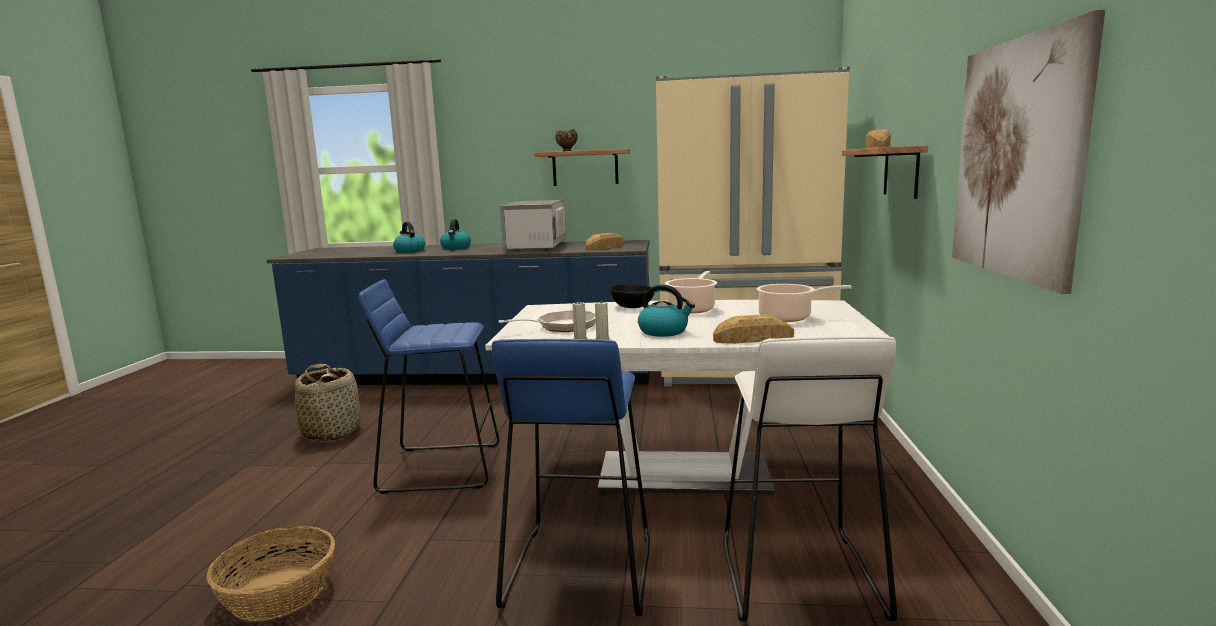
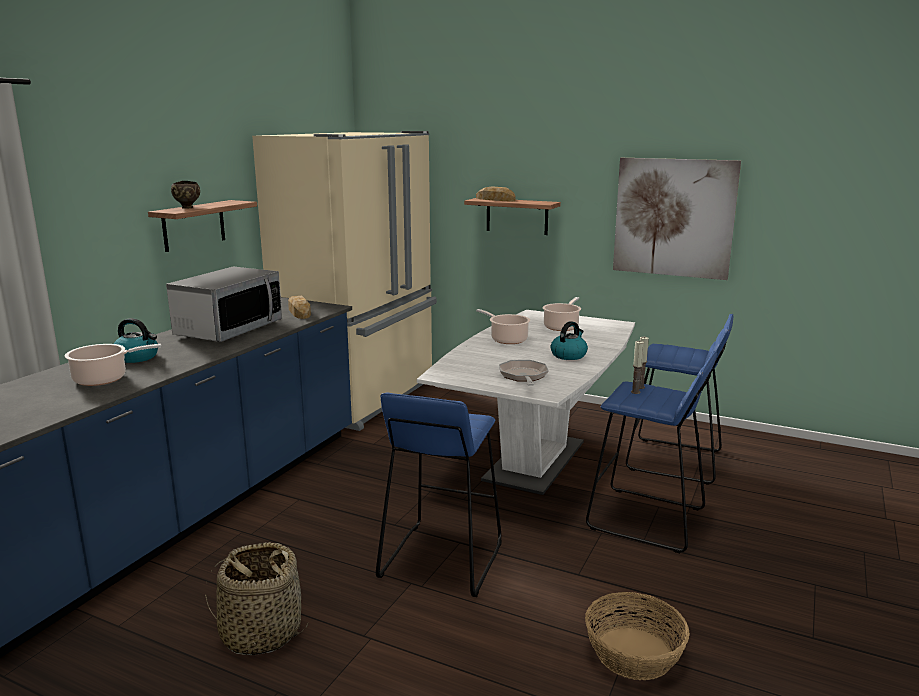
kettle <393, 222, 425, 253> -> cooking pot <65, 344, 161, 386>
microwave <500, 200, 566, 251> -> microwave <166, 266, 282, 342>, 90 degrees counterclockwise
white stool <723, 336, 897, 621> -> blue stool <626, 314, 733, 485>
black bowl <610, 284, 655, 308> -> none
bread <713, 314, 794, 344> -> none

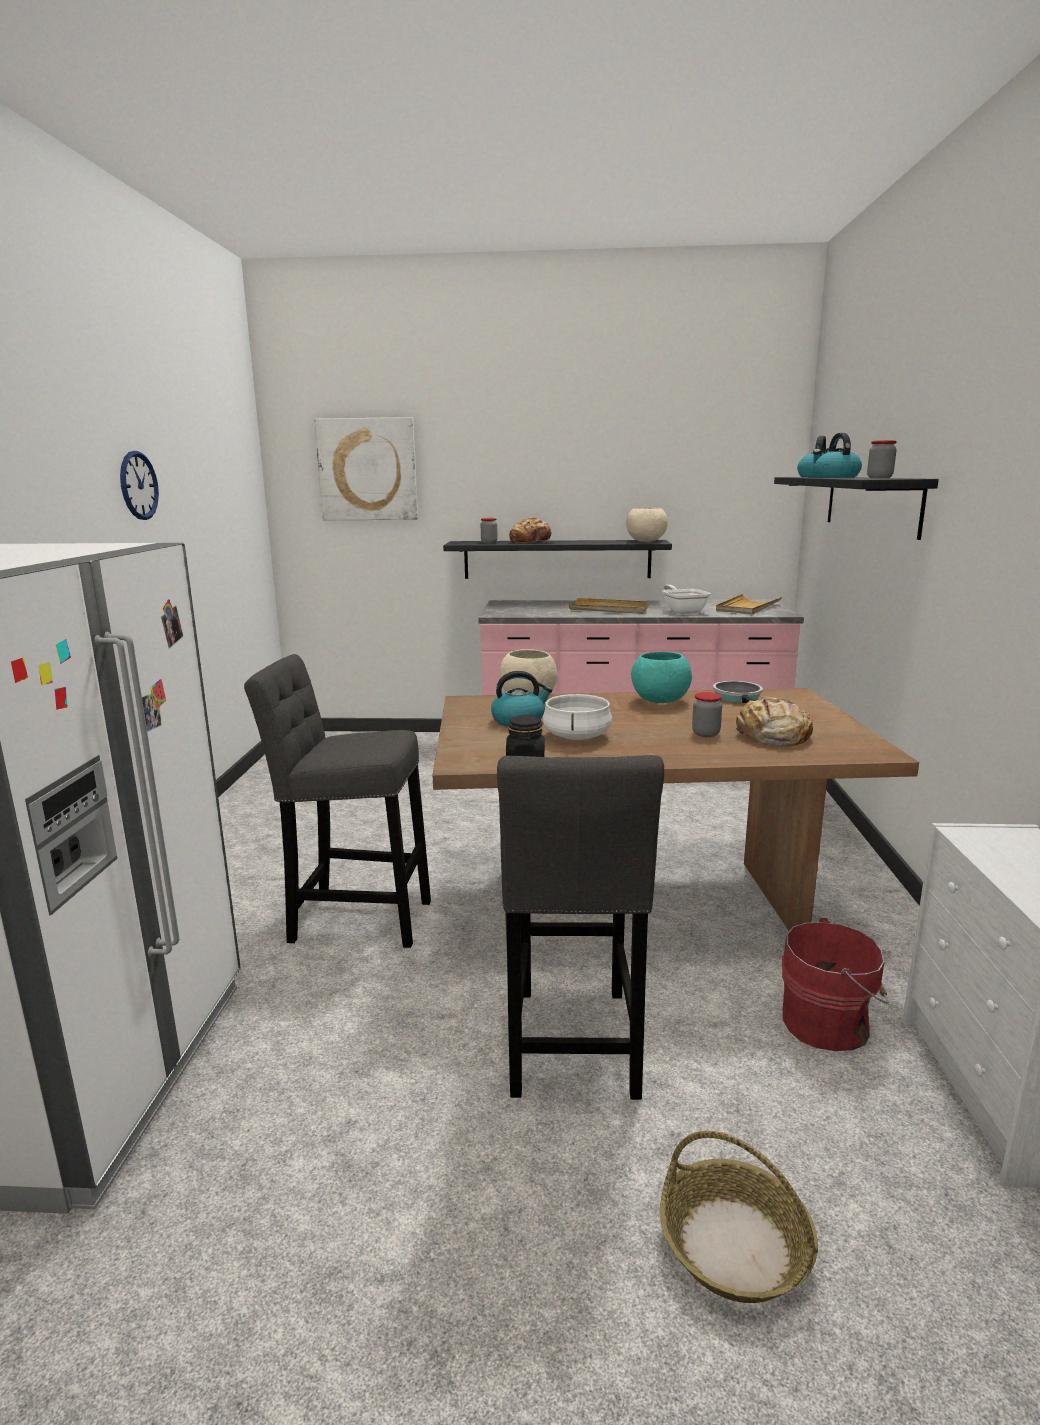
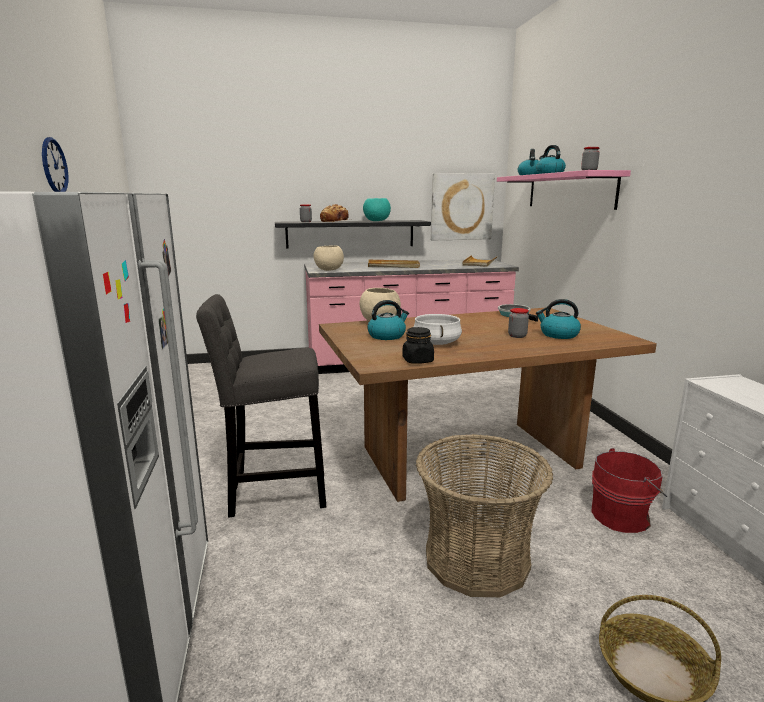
beige bowl <626, 508, 668, 542> -> beige bowl <314, 246, 344, 271>, shifted
turquoise bowl <631, 652, 692, 703> -> turquoise bowl <363, 198, 391, 221>, shifted
grey stool <497, 755, 664, 1100> -> basket <416, 434, 553, 597>
picture <314, 417, 418, 520> -> picture <431, 173, 495, 240>, shifted
black shelf <774, 477, 939, 540> -> pink shelf <497, 170, 631, 210>
bread <736, 696, 813, 747> -> kettle <536, 299, 581, 339>
frying pan <662, 585, 711, 614> -> none

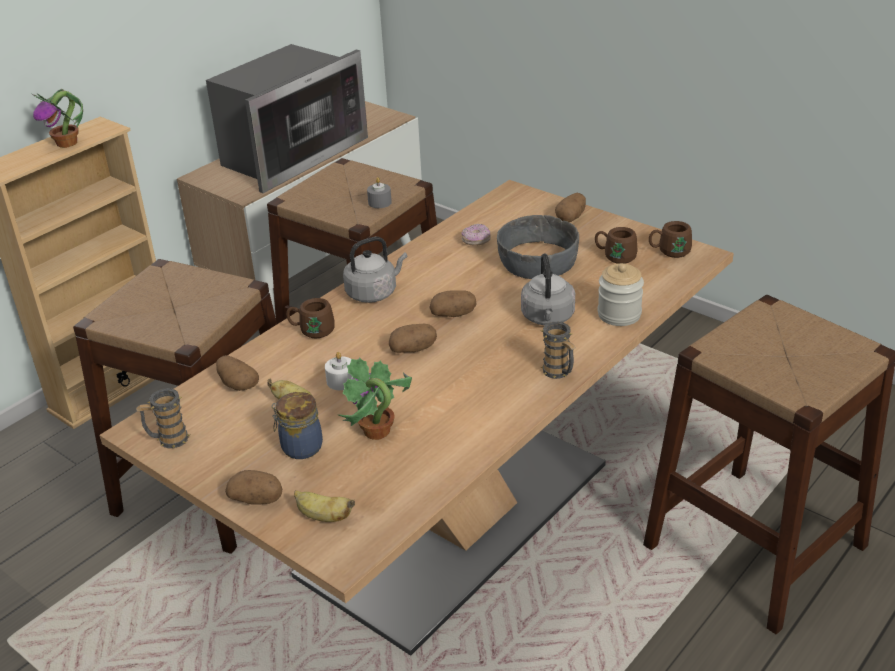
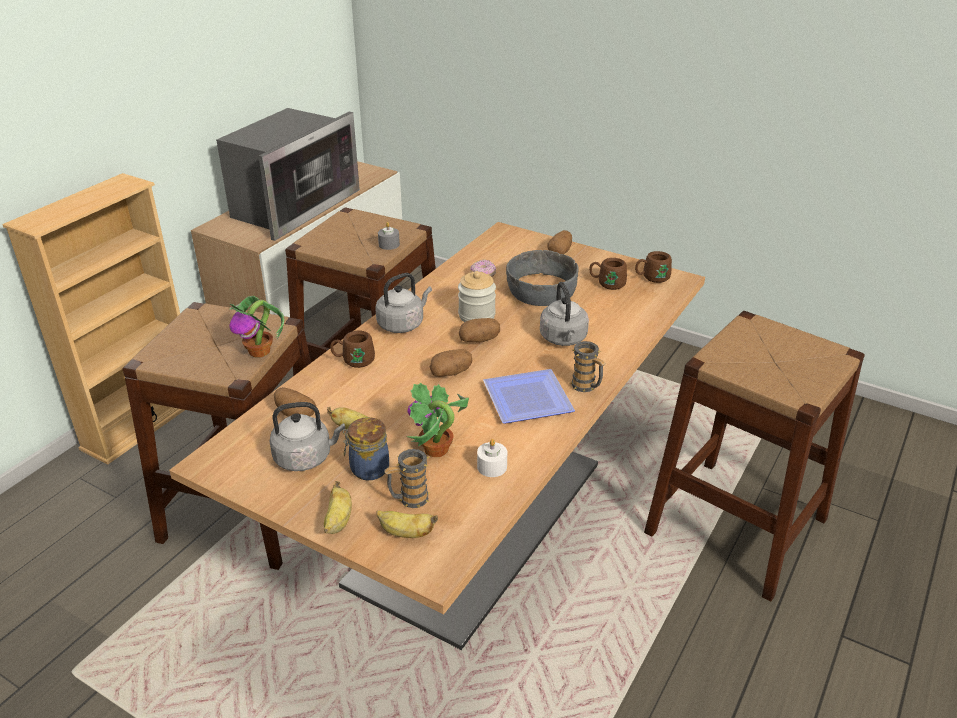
potted plant <32, 89, 83, 148> -> potted plant <229, 296, 284, 357>, shifted
none -> grey kettle <269, 402, 345, 471>
potato <225, 470, 282, 505> -> banana <324, 481, 352, 534>
mug <136, 388, 190, 448> -> mug <384, 449, 430, 508>, shifted
jar <598, 263, 644, 326> -> jar <458, 271, 496, 322>, shifted
white candle <325, 352, 353, 390> -> white candle <477, 439, 507, 477>, shifted
none -> plate <483, 369, 575, 424>

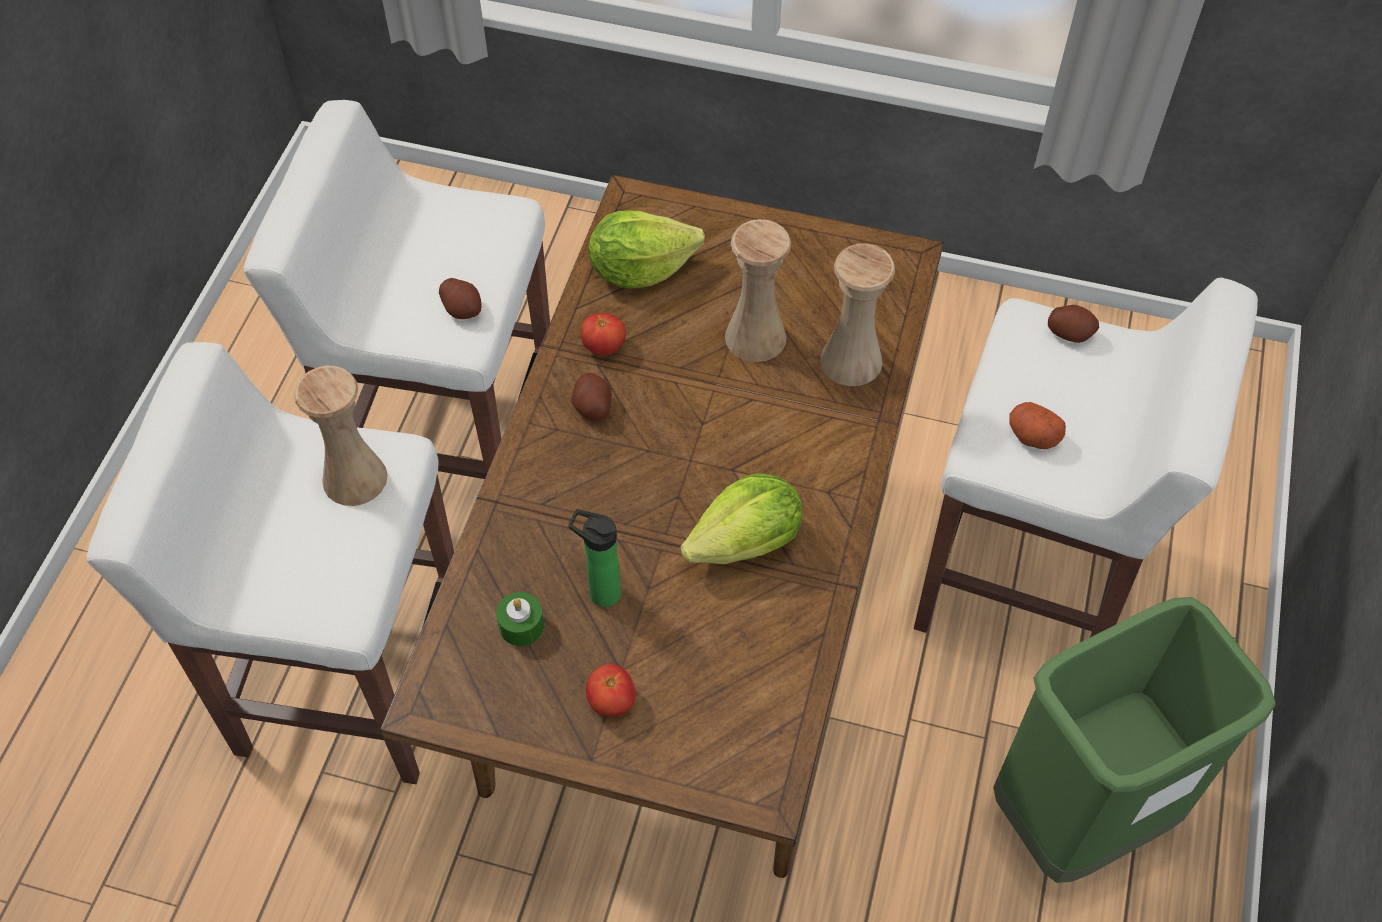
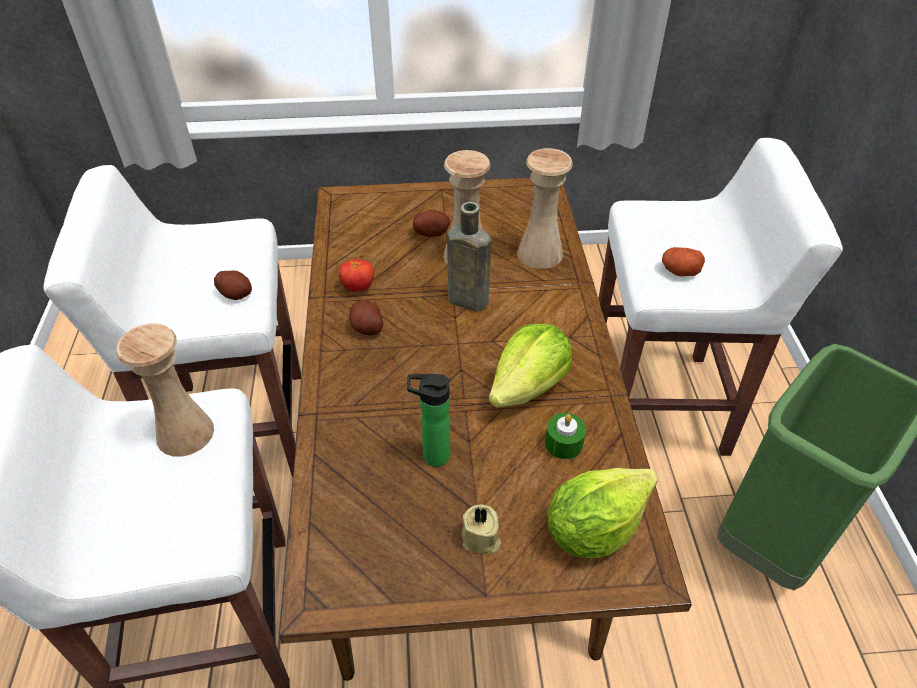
potato <1048, 305, 1099, 343> -> potato <413, 210, 450, 237>, shifted
none -> brown bottle <447, 202, 491, 312>
tomato <586, 664, 636, 716> -> beige candle <461, 505, 501, 554>
green candle <496, 592, 544, 646> -> green candle <545, 413, 586, 459>, shifted
lettuce <588, 211, 705, 288> -> lettuce <548, 468, 658, 559>, shifted

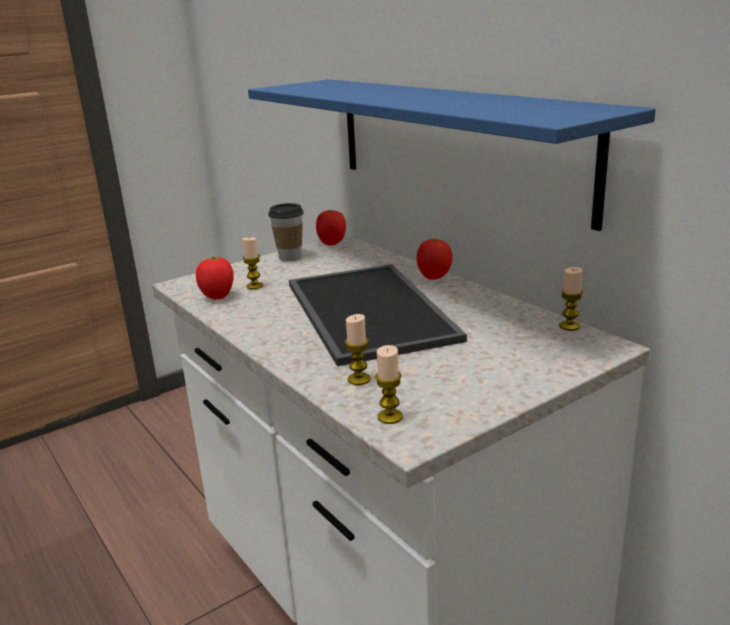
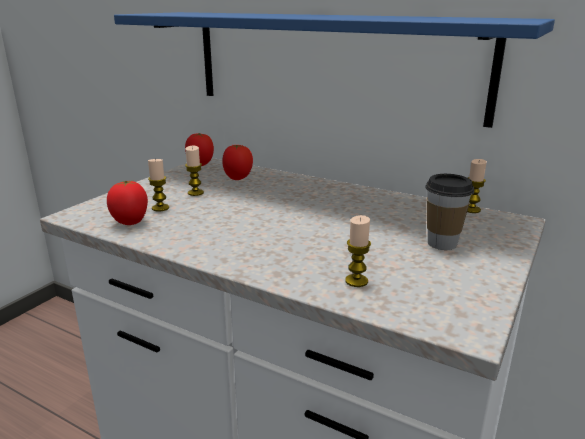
candle <375, 345, 403, 424> -> candle <185, 146, 204, 196>, shifted
tomato <416, 239, 453, 280> -> tomato <222, 145, 253, 180>, shifted
cup <268, 203, 304, 261> -> cup <425, 174, 474, 250>, shifted
tray <289, 264, 467, 366> -> none

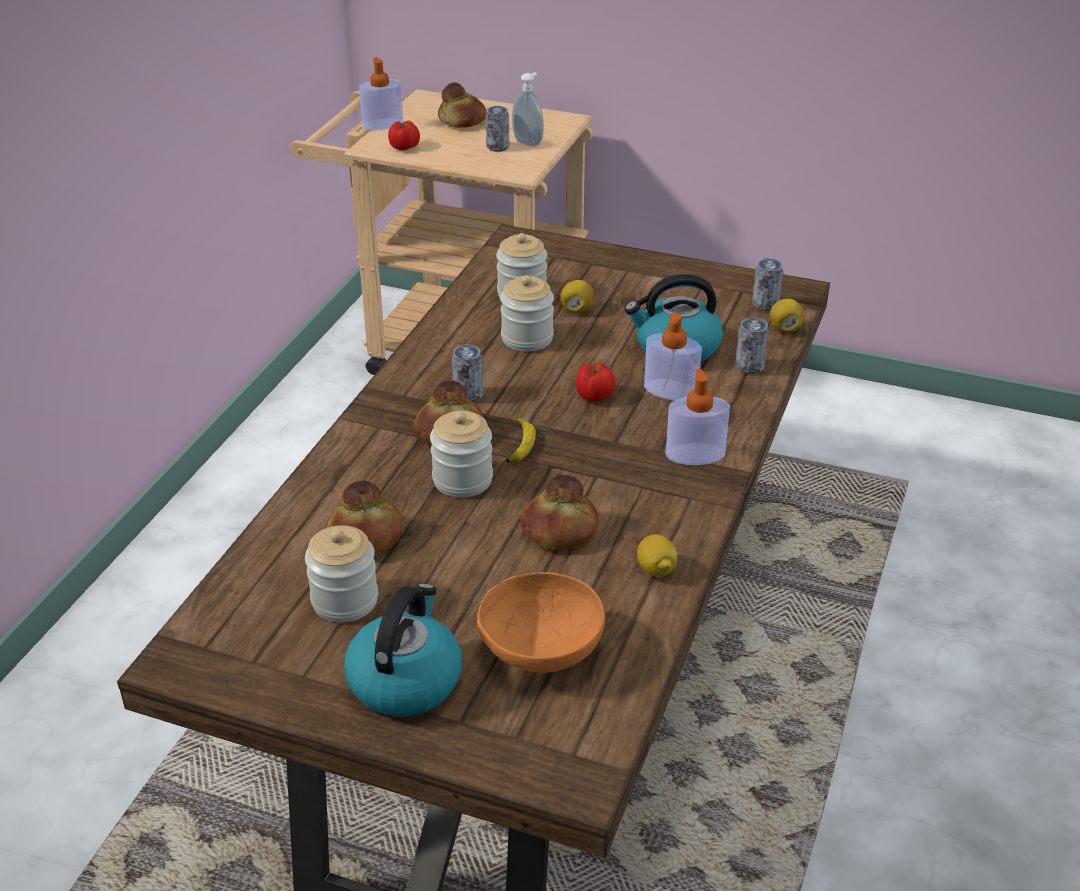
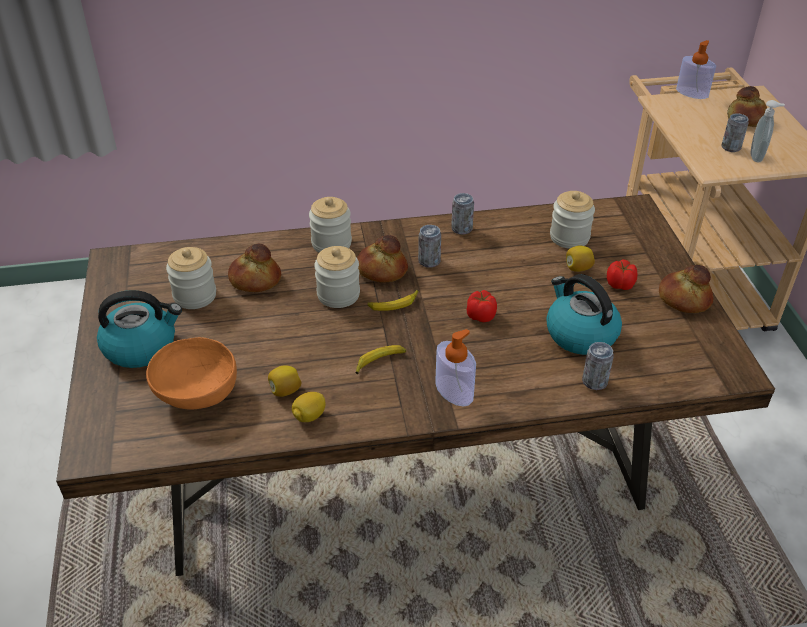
lemon <770, 299, 804, 333> -> lemon <268, 366, 302, 397>, shifted
jar <500, 275, 554, 351> -> jar <309, 197, 352, 253>, shifted
none -> banana <355, 345, 406, 374>
can <752, 258, 784, 312> -> can <451, 193, 474, 235>, shifted
tomato <388, 121, 420, 151> -> tomato <607, 260, 637, 290>, shifted
bread <520, 475, 599, 550> -> bread <659, 265, 714, 313>, shifted
soap dispenser <644, 313, 702, 401> -> none

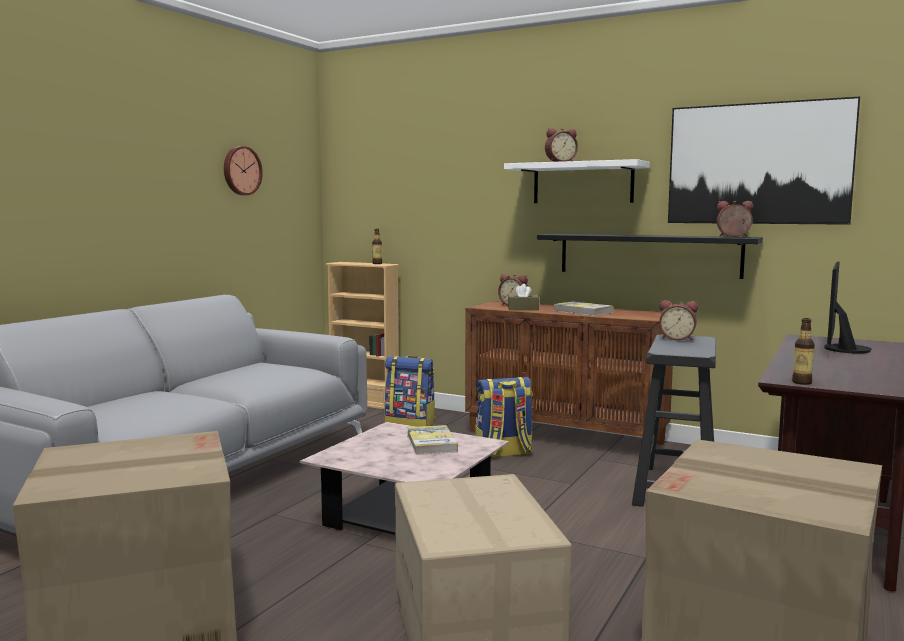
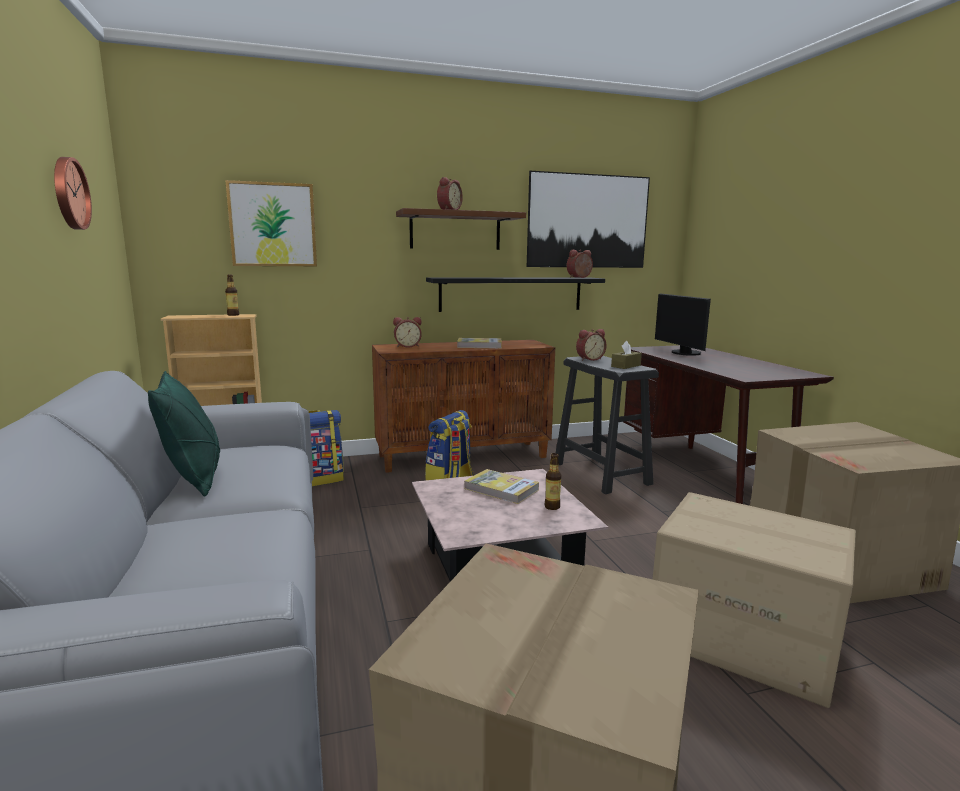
none -> green pillow <148, 371, 220, 497>
none -> picture <225, 180, 317, 266>
white shelf <504, 159, 650, 203> -> brown shelf <396, 208, 526, 250>
bottle <792, 318, 815, 385> -> bottle <544, 453, 561, 510>, shifted
brown tissue box <508, 284, 539, 310> -> brown tissue box <611, 341, 642, 369>, shifted

